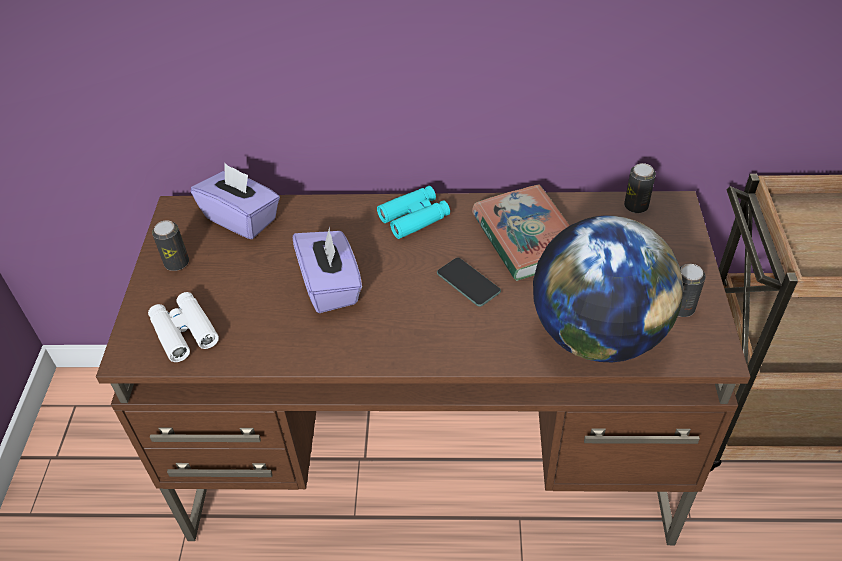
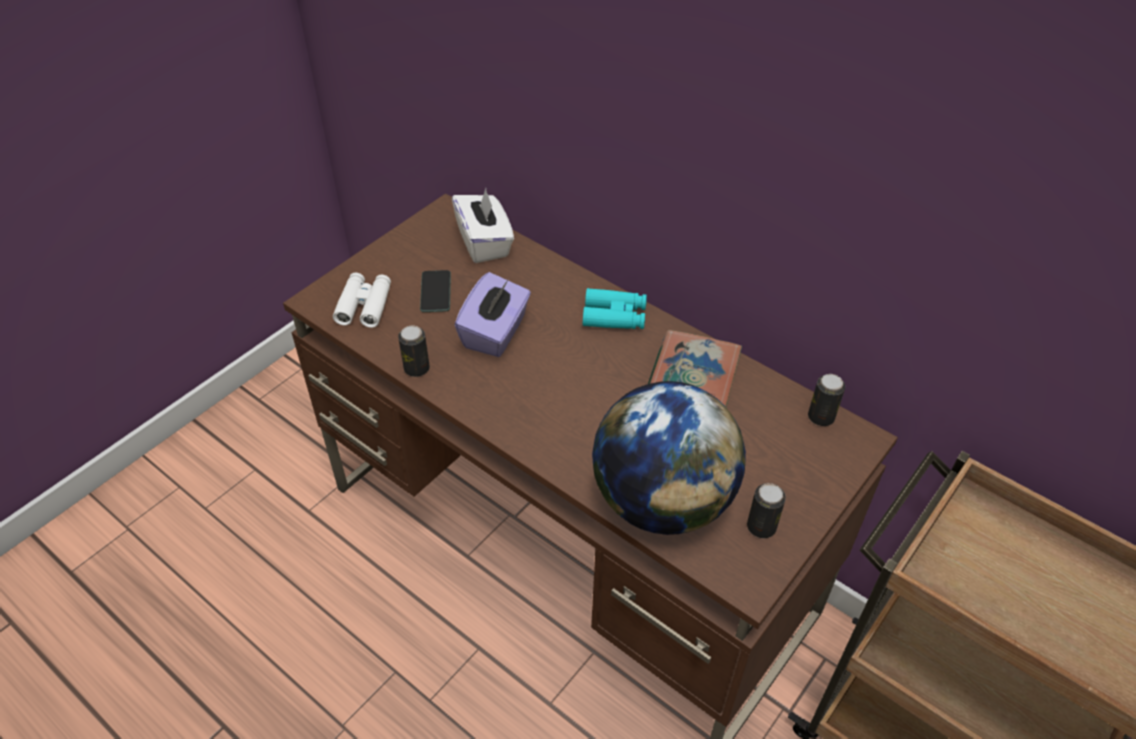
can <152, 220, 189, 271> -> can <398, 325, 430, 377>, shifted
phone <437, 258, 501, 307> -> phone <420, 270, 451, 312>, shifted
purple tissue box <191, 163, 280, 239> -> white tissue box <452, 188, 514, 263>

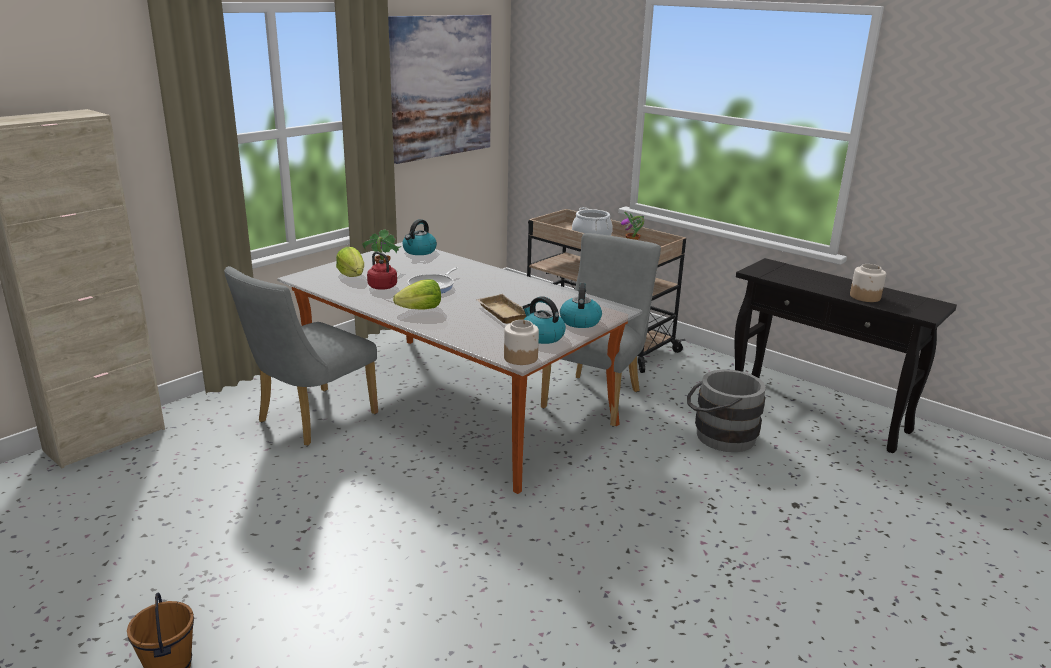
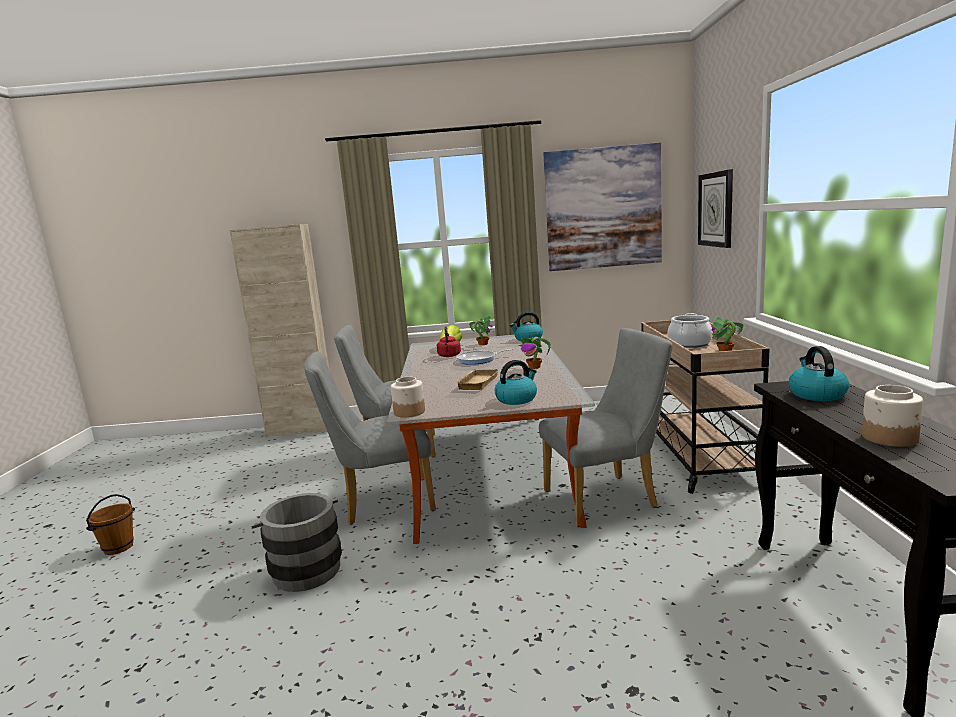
grey bucket <687, 369, 766, 452> -> grey bucket <251, 493, 342, 592>, shifted
none -> grey chair <304, 351, 436, 525>
none -> potted plant <518, 337, 551, 369>
none -> wall clock <698, 169, 733, 248>
kettle <522, 296, 566, 344> -> kettle <789, 346, 849, 401>, shifted
lettuce <393, 279, 441, 310> -> none

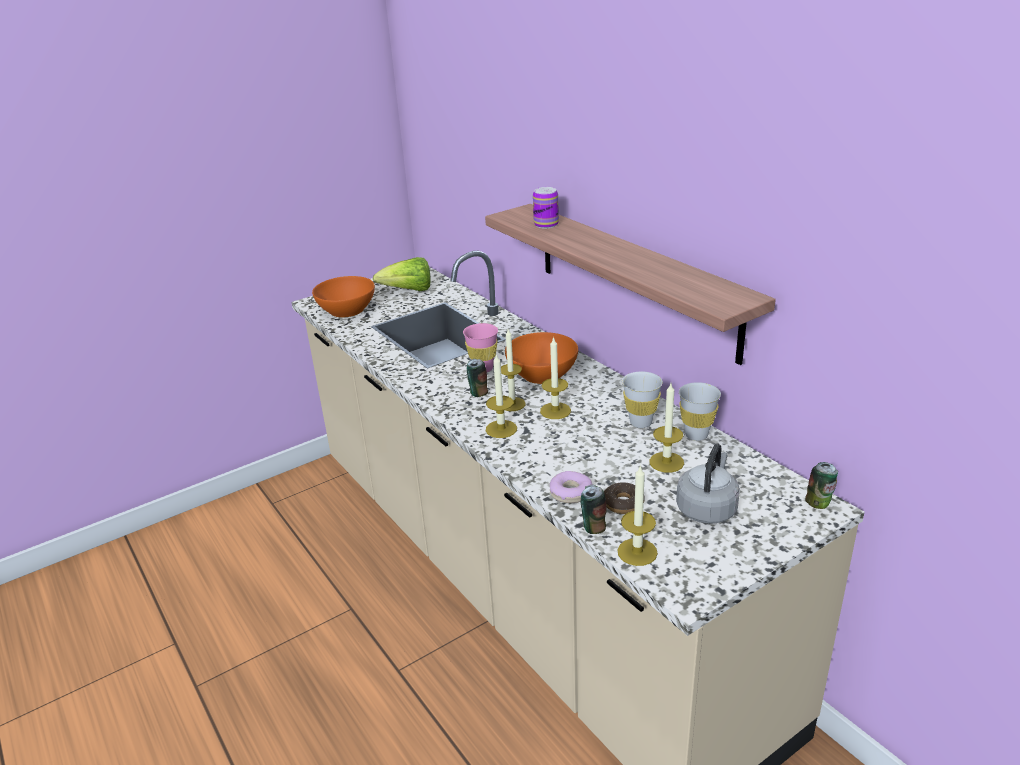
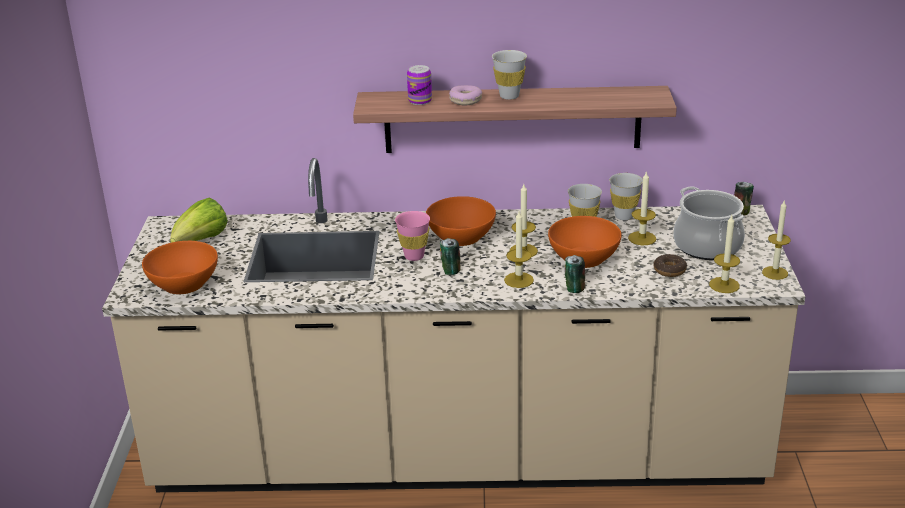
donut <549, 471, 593, 503> -> donut <449, 85, 482, 105>, shifted
none -> white cup <492, 50, 527, 100>
none -> orange bowl <548, 216, 622, 268>
can <580, 485, 607, 534> -> can <565, 255, 585, 293>, shifted
grey kettle <676, 443, 740, 524> -> cooking pot <673, 186, 745, 260>
candle <501, 329, 525, 411> -> candle <762, 200, 791, 280>, shifted

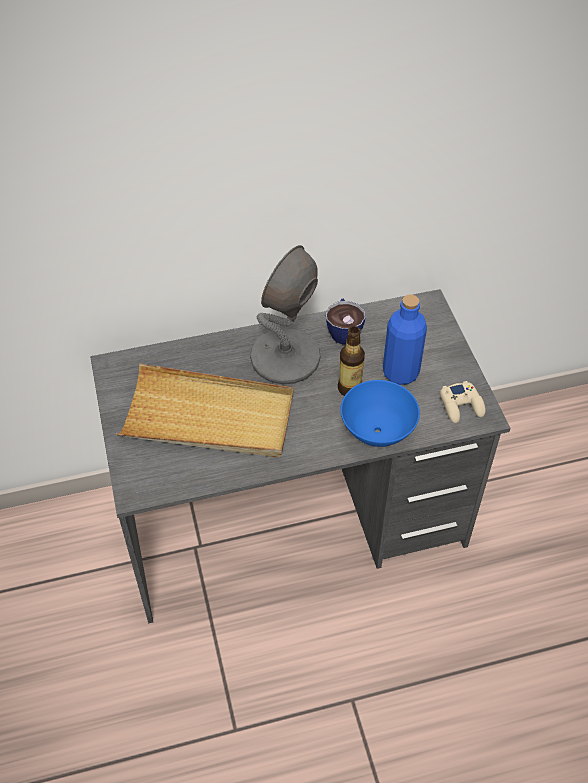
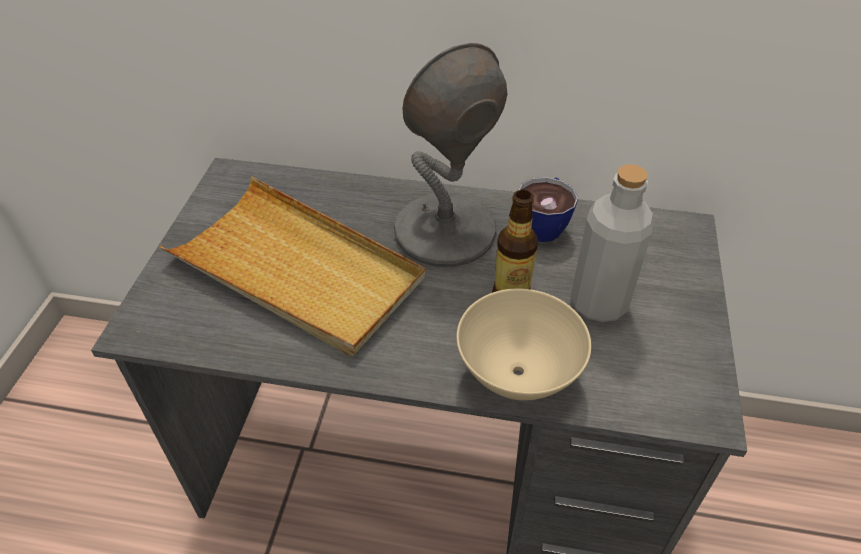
blue bowl <341, 380, 420, 447> -> beige bowl <456, 289, 591, 401>
blue bottle <383, 294, 427, 385> -> grey bottle <570, 164, 654, 322>
beige game controller <440, 381, 486, 423> -> none

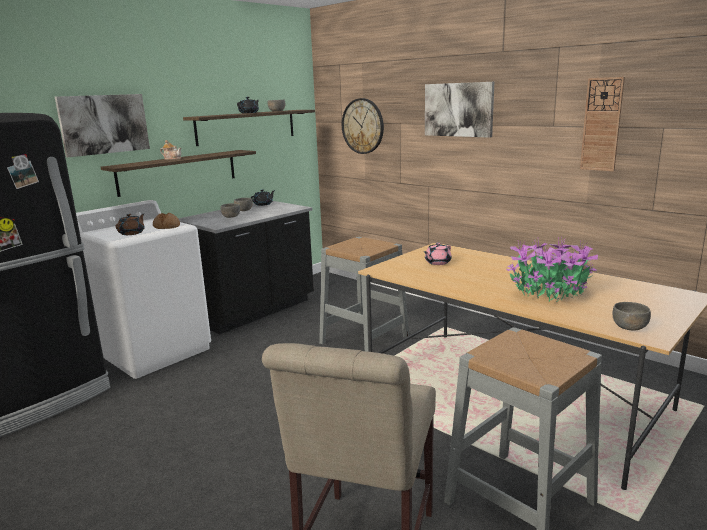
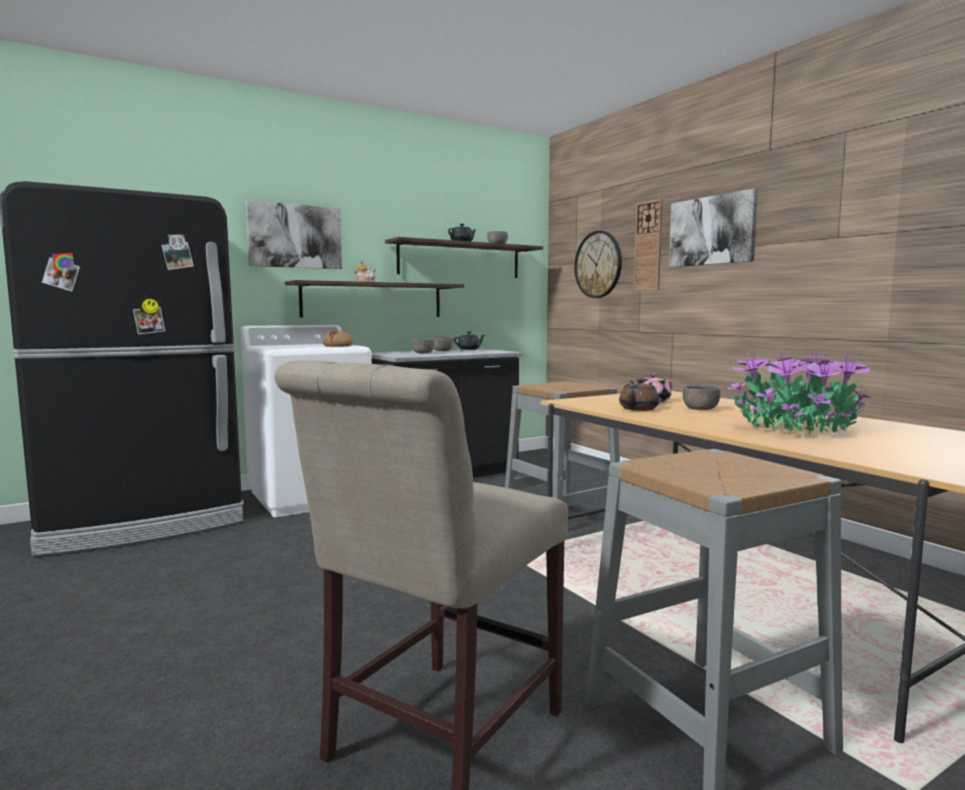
brown teapot <115, 214, 145, 235> -> brown teapot <619, 379, 659, 411>, shifted
wall clock <580, 77, 625, 171> -> wall clock <634, 199, 662, 291>, shifted
grey bowl <613, 302, 651, 330> -> grey bowl <683, 386, 720, 410>, shifted

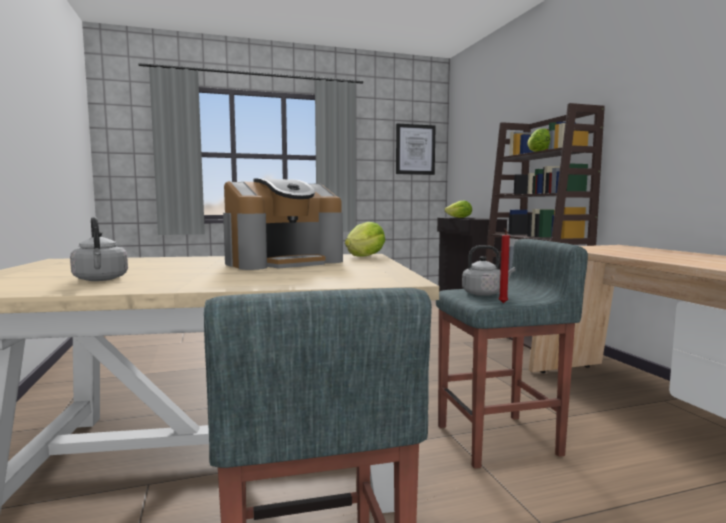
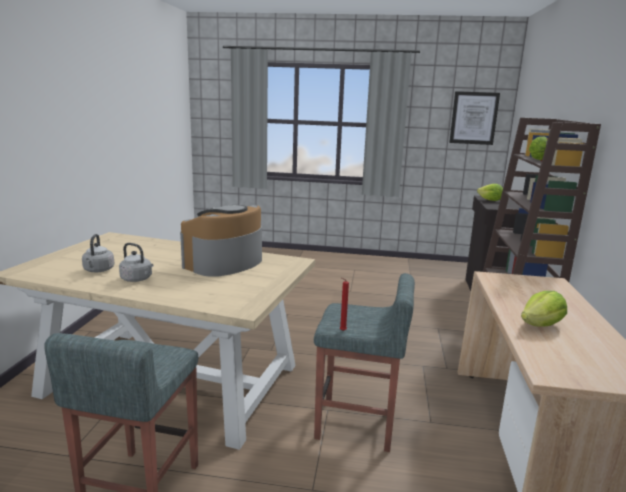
grey kettle <462, 245, 515, 296> -> grey kettle <119, 243, 154, 282>, shifted
coffee machine <223, 179, 343, 270> -> coffee machine <180, 204, 262, 277>, 135 degrees clockwise
lettuce <345, 222, 385, 257> -> lettuce <521, 291, 567, 326>, shifted

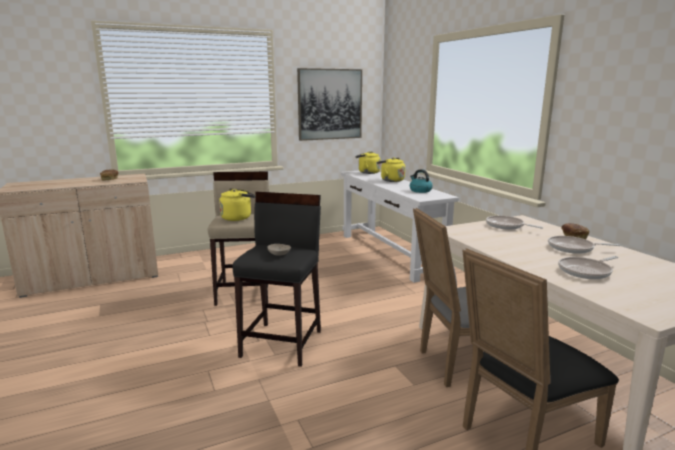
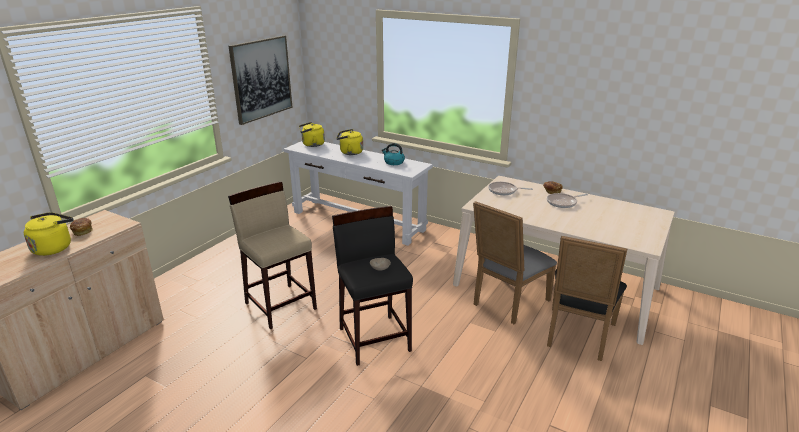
yellow kettle <219, 188, 256, 221> -> yellow kettle <24, 212, 73, 256>, shifted
frying pan <558, 256, 618, 279> -> none

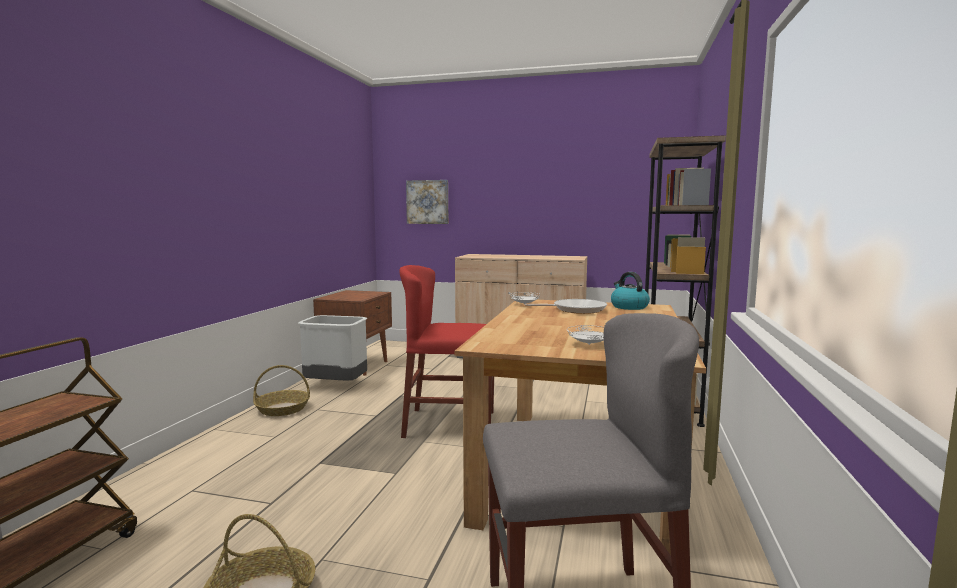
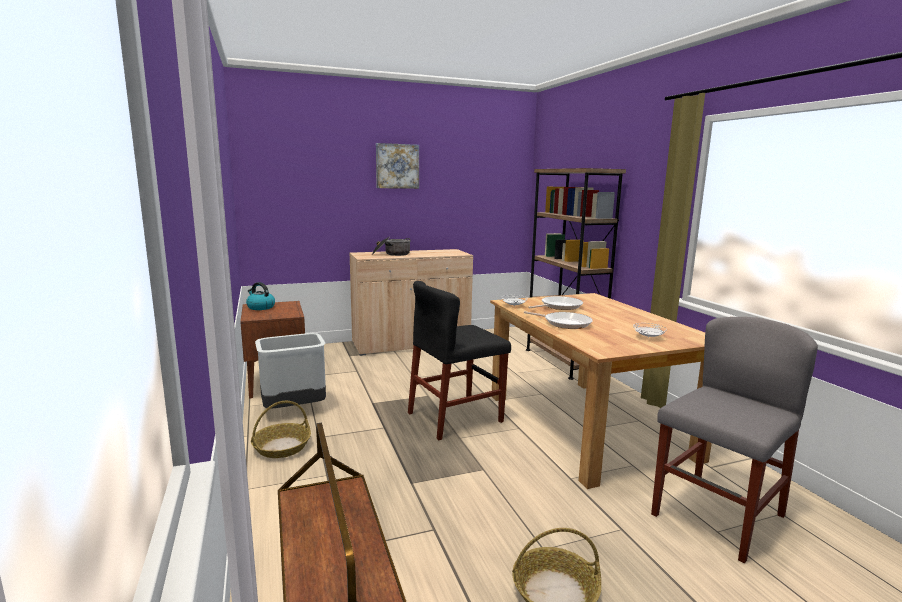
kettle <611, 272, 650, 310> -> kettle <246, 282, 275, 310>, shifted
none -> cooking pot <372, 237, 411, 256>
picture <406, 180, 448, 224> -> picture <376, 143, 419, 189>, shifted
red chair <399, 265, 494, 438> -> black chair <408, 281, 511, 440>
none -> frying pan <524, 311, 593, 329>

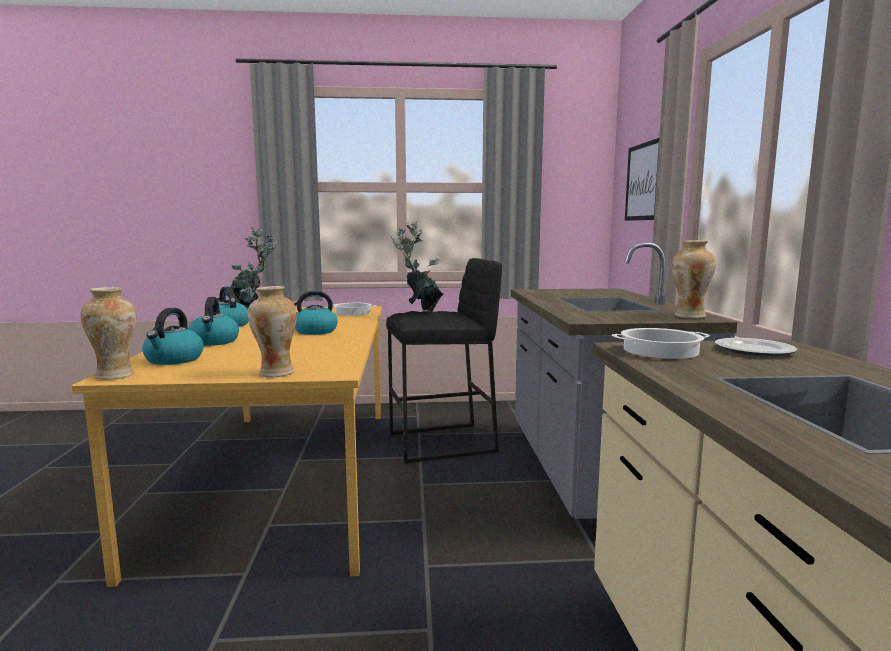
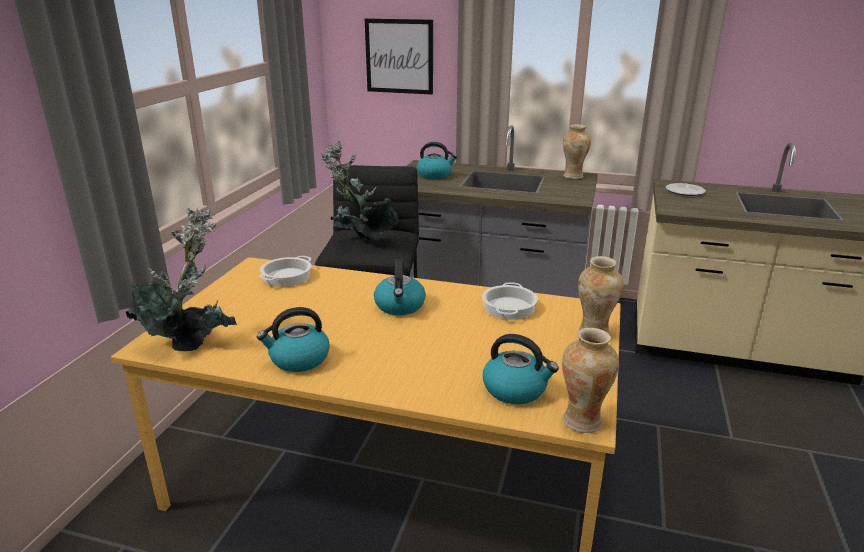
kettle <188, 297, 239, 346> -> kettle <417, 142, 457, 179>, shifted
cooking pot <612, 328, 710, 359> -> cooking pot <482, 282, 538, 319>, shifted

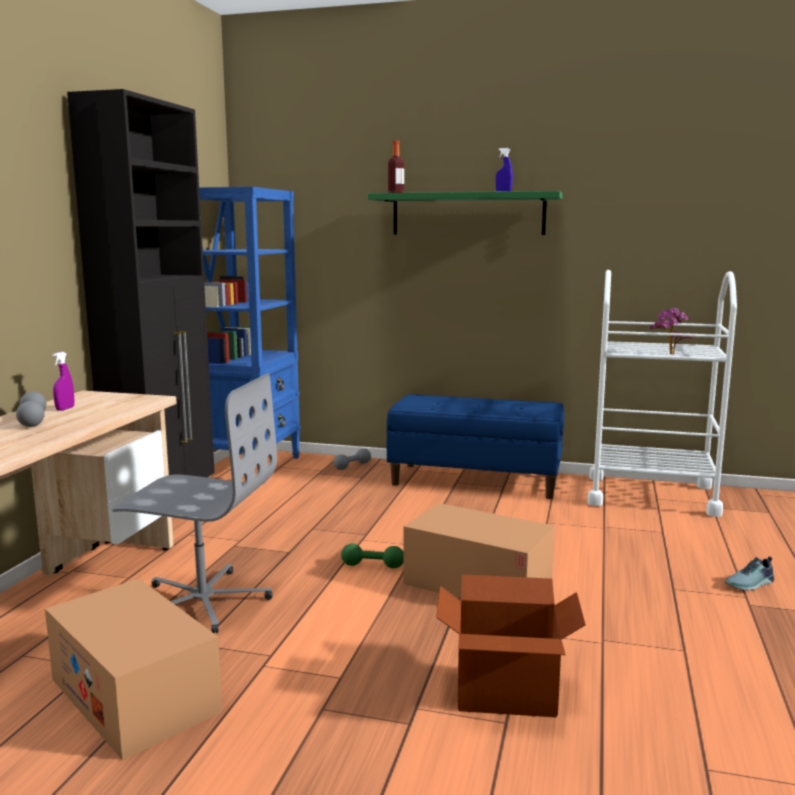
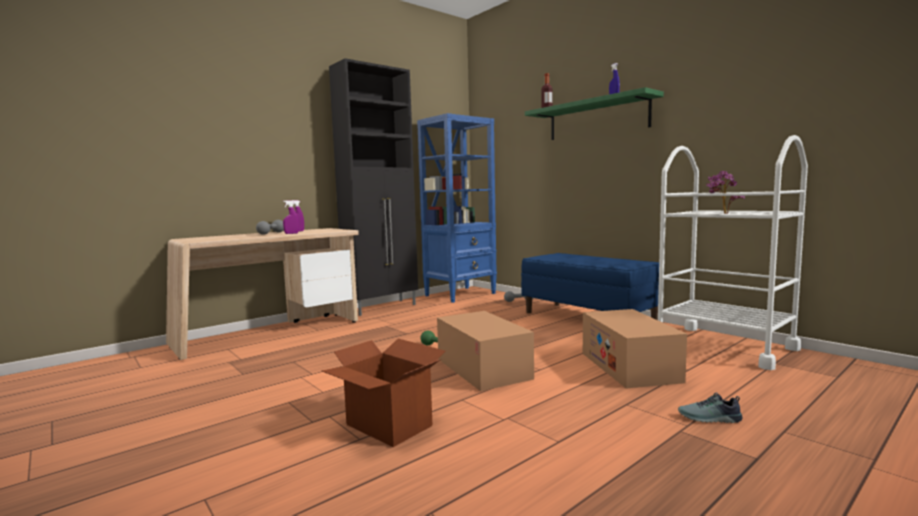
none -> purple spray bottle <283, 200, 299, 234>
cardboard box <45, 579, 222, 760> -> cardboard box <583, 309, 687, 389>, shifted
grey office chair <111, 373, 277, 634> -> none

